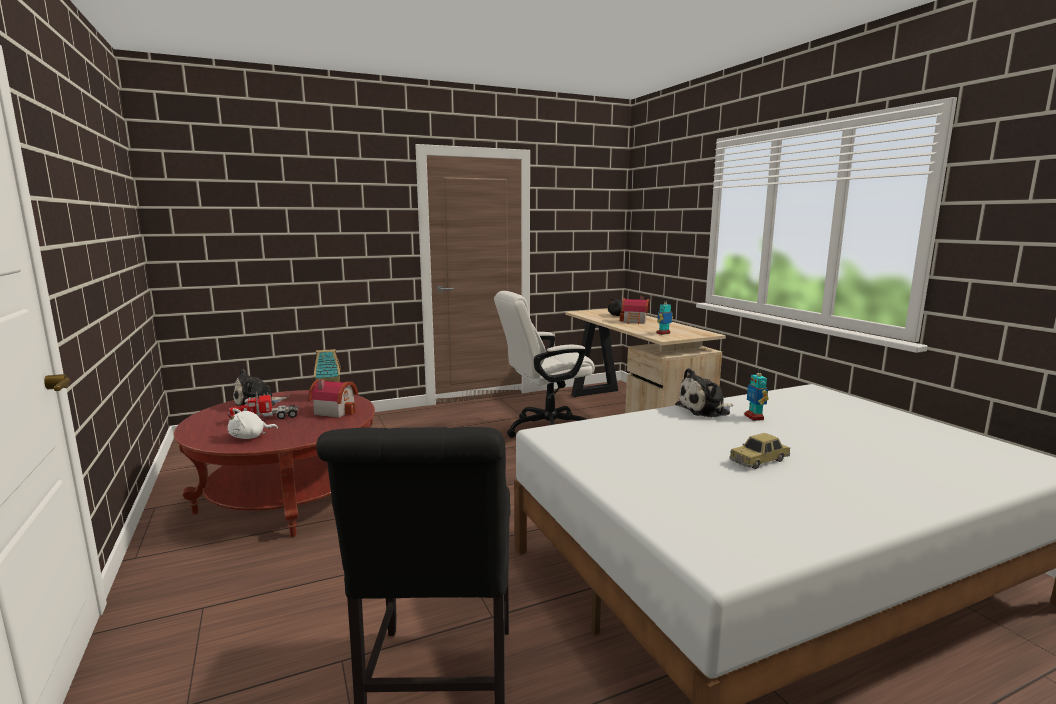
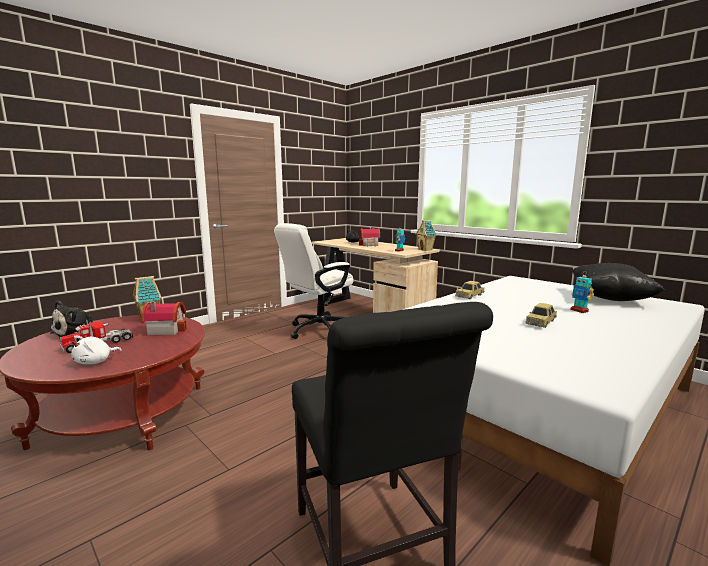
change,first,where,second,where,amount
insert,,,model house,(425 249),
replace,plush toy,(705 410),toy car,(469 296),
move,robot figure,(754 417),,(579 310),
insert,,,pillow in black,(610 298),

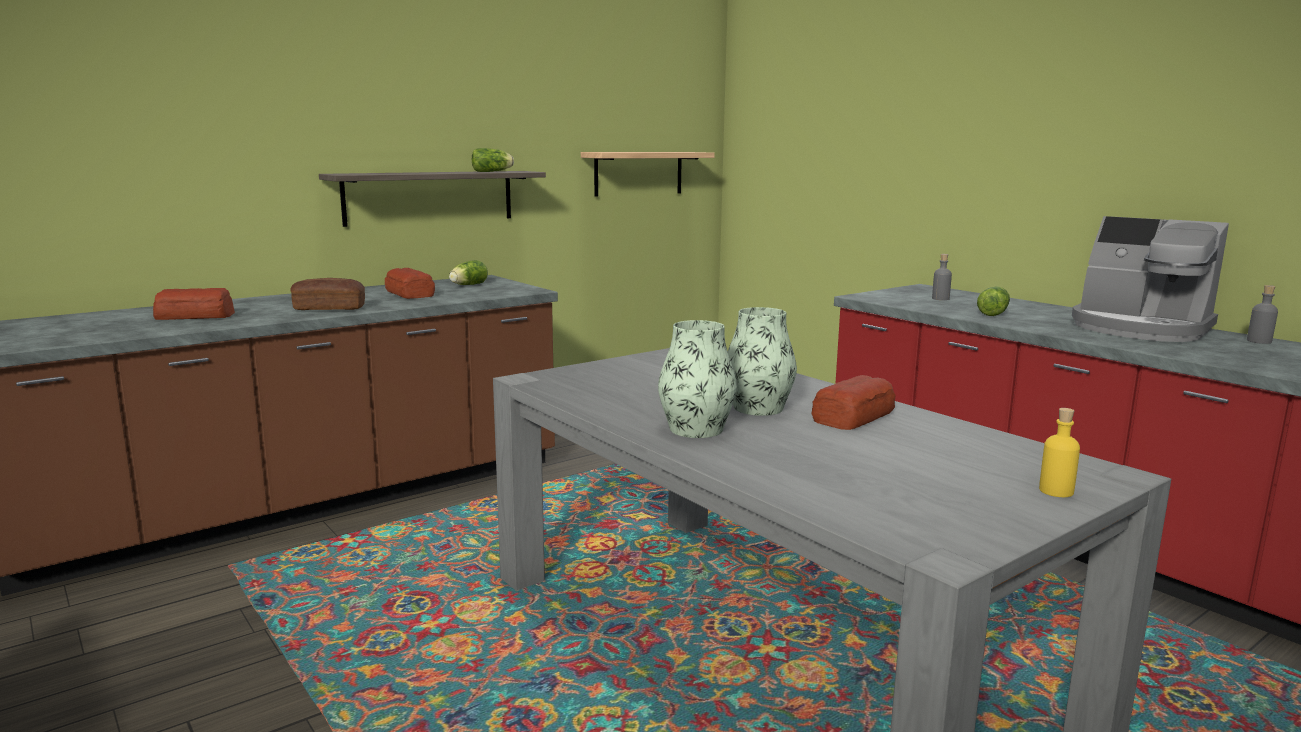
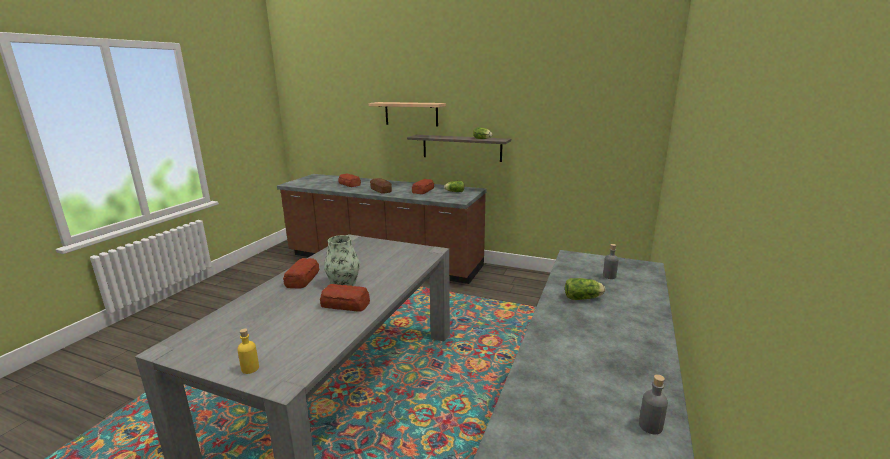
change,first,where,second,where,amount
replace,vase,(696 429),bakery bread,(303 278),
move,wall shelf,(638 173),,(411 114),
delete,coffee machine,(1140 328),,,

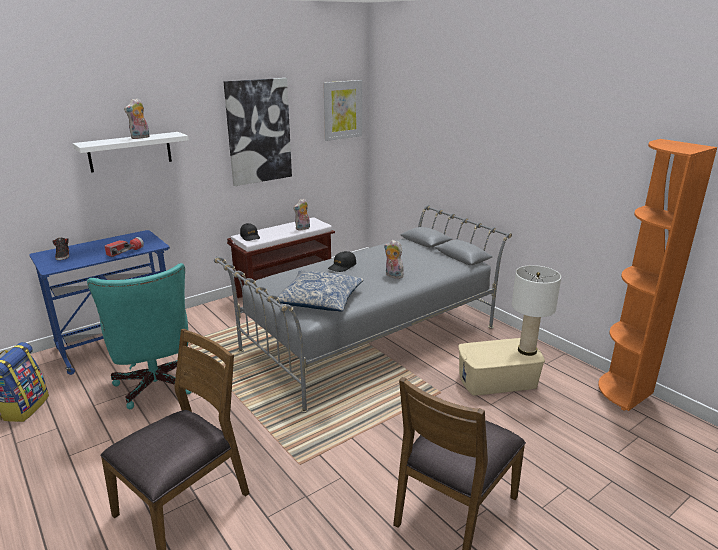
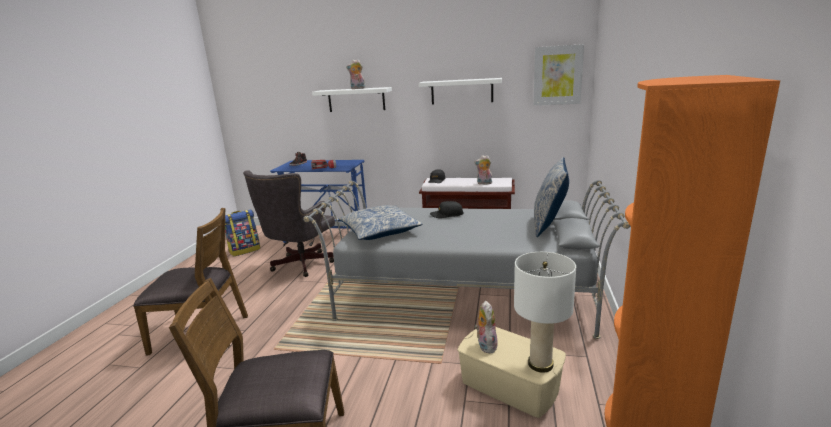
change,first,where,second,where,amount
recolor,computer chair in turquoise-coloured,(156 387),computer chair in greyish,(300 266),
replace,wall art,(258 131),wall shelf in whitish,(461 91),
move,plush toy,(393 275),,(485 345),
insert,,,pillow,(549 225),

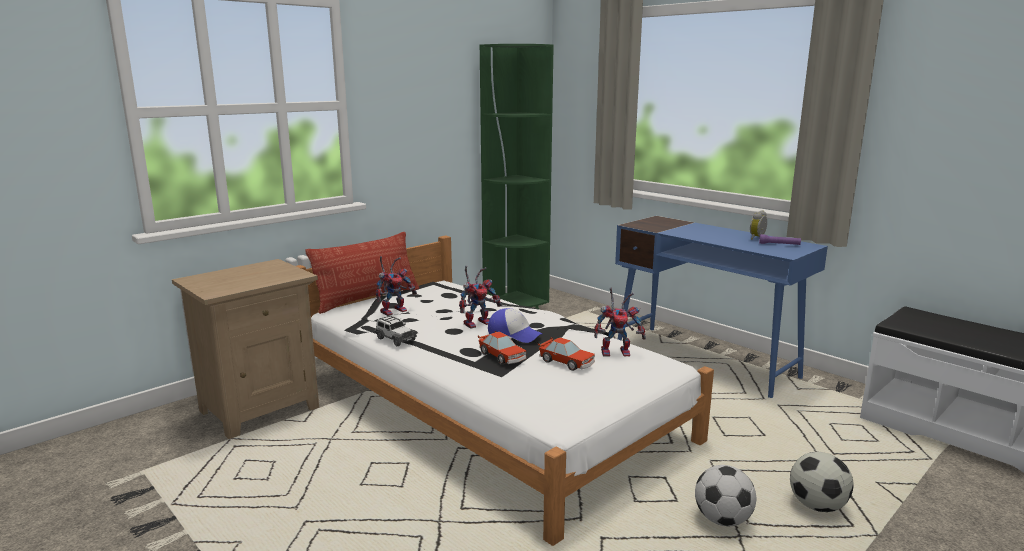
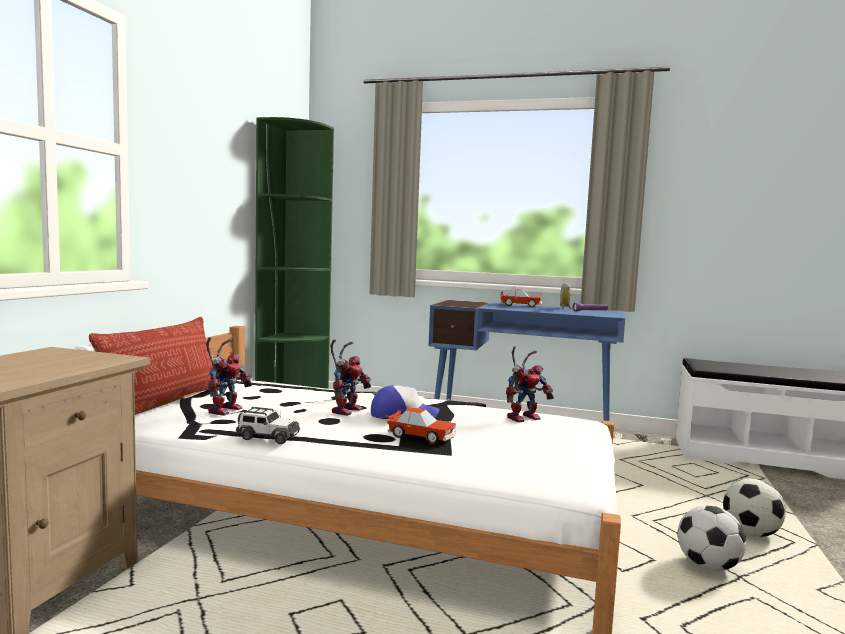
change,first,where,second,where,amount
move,toy car,(566 362),,(520 305),

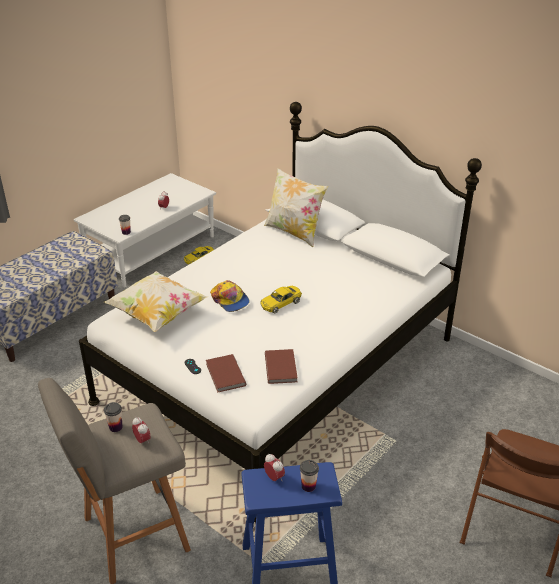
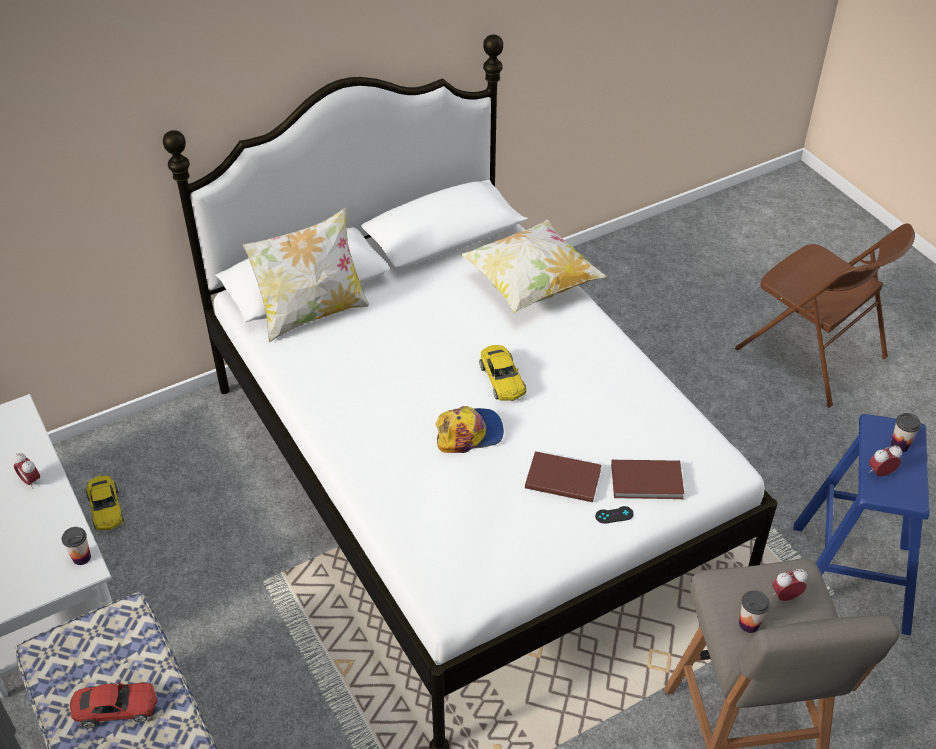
change,first,where,second,where,amount
insert,,,toy car in red,(116 708),
move,pillow,(157 315),,(531 285),
move,bound book in brown-coloured,(281 367),,(562 477),

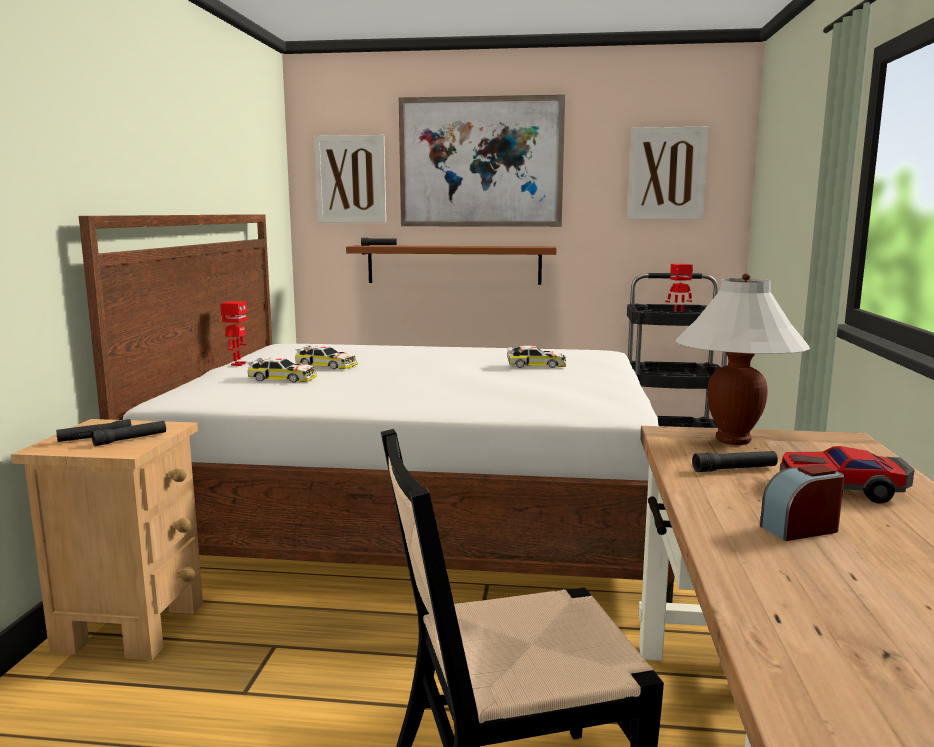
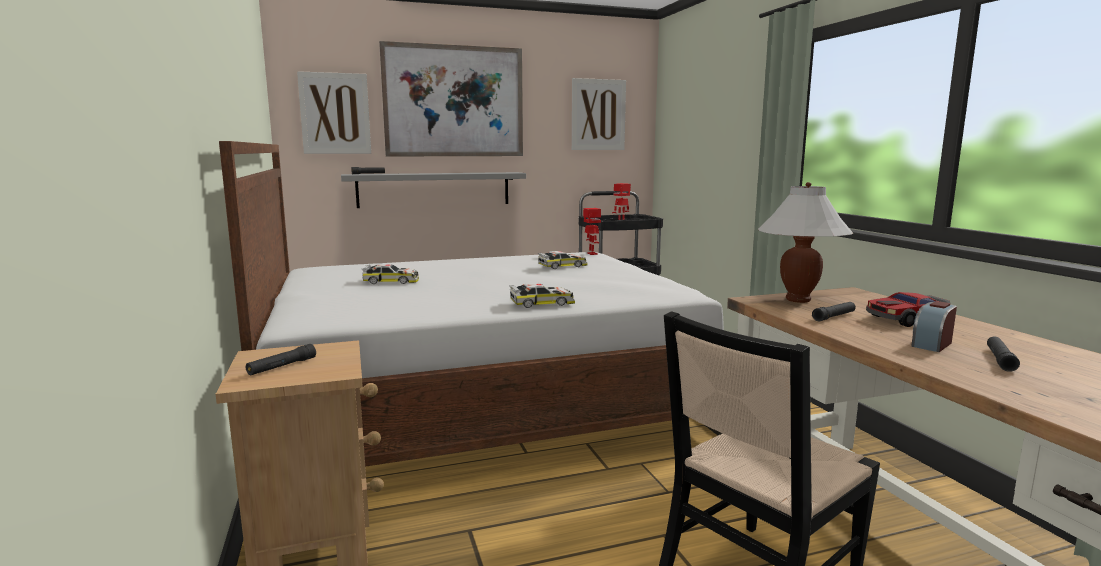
change,first,where,second,where,amount
recolor,wall shelf in brown-coloured,(454 264),wall shelf in greyish,(434 189),
move,toy car,(282 379),,(542 303),
move,robot figure,(237 364),,(591 254),
move,torch in black,(130 439),,(1000 360),

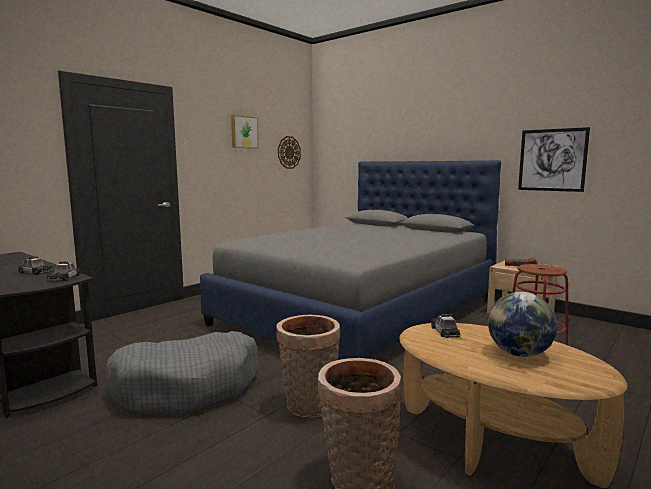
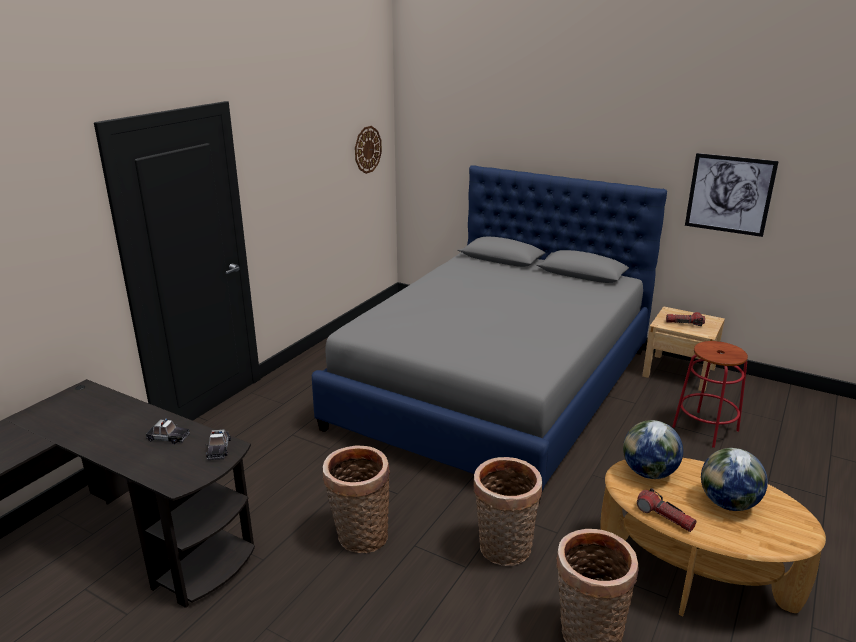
change,first,where,second,where,amount
replace,dog bed in greyish,(188 386),storage basket,(359 537),
replace,toy car,(445 331),globe,(648 473),
insert,,,torch,(664 517),
delete,wall art,(244 132),,,

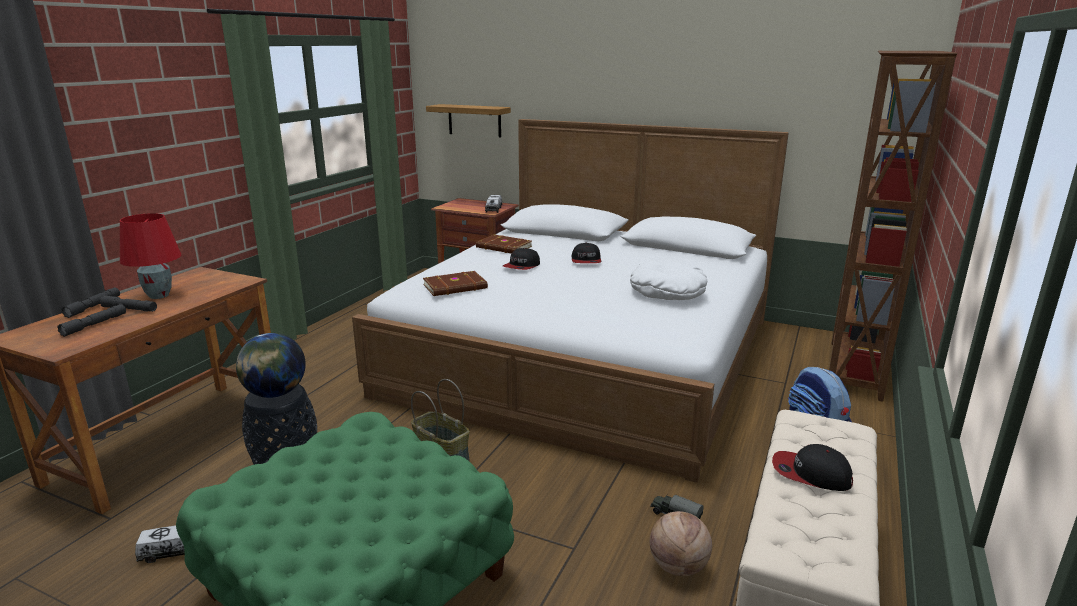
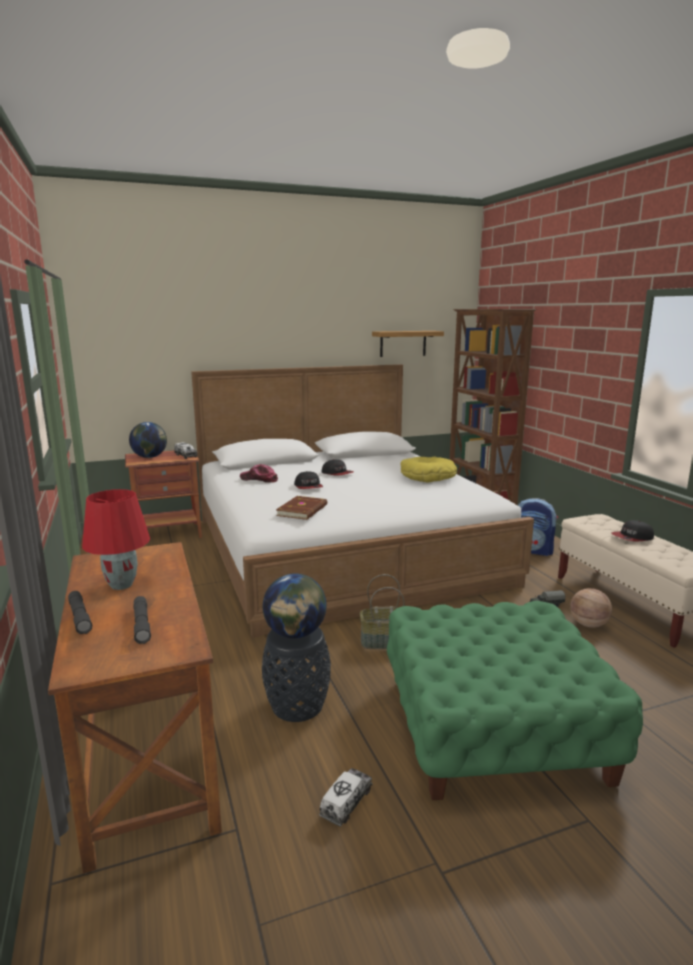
change,first,where,second,where,amount
insert,,,globe,(150 457),
replace,bound book in brown-coloured,(504 247),cap,(259 479),
move,wall shelf,(474 120),,(403 343),
recolor,pillow in whitish,(668 292),pillow in yellowish,(427 477),
delete,torch in greyish,(130 309),,,

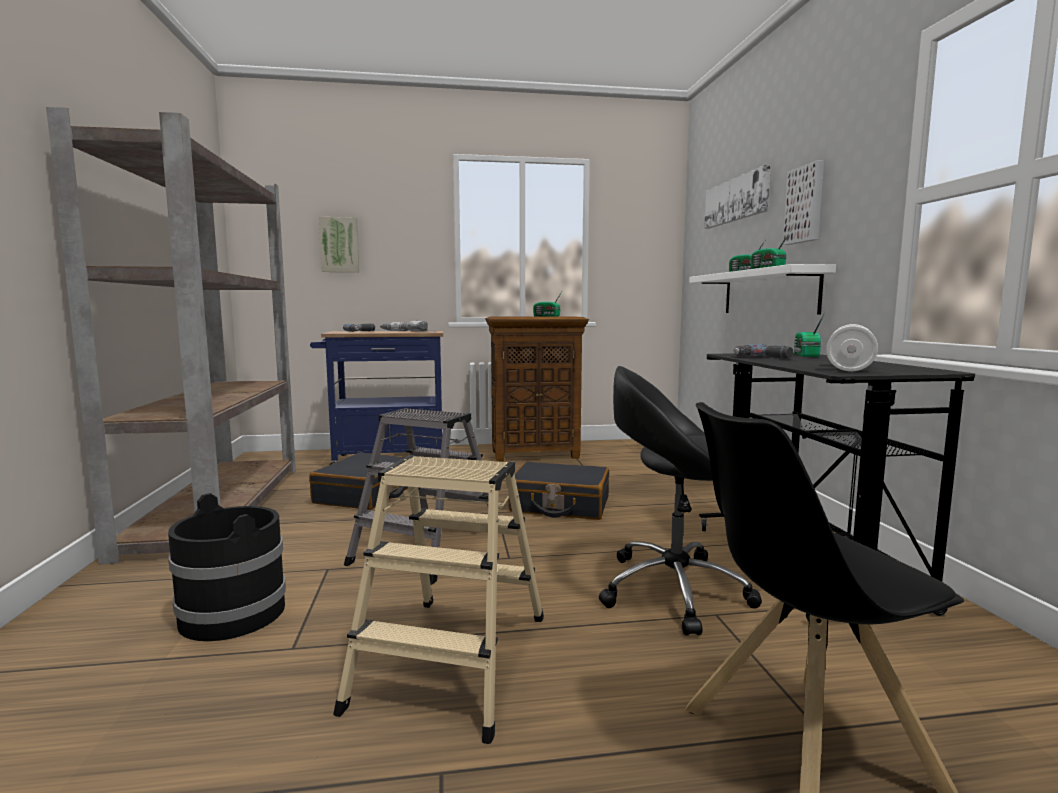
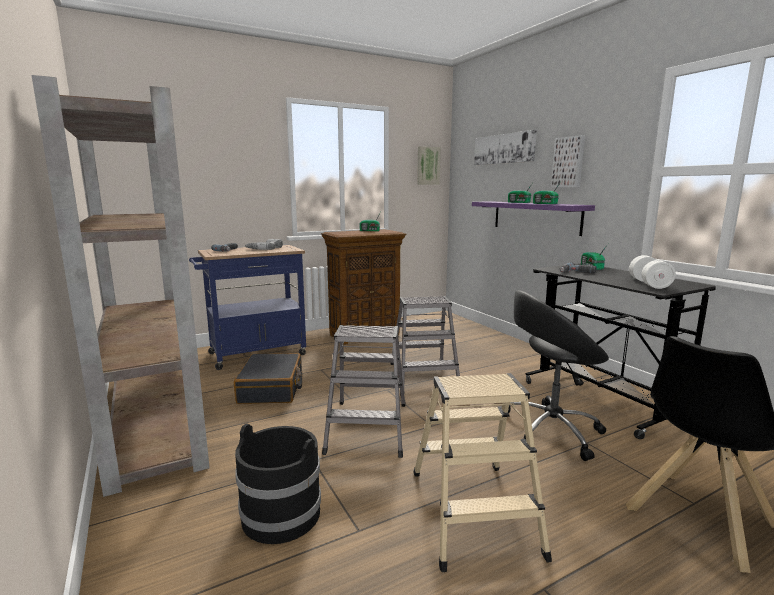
change,first,where,second,where,amount
replace,suitcase in black,(560 505),step stool in greyish,(423 377),
move,wall art,(339 245),,(428 166),
recolor,wall shelf in whitish,(768 292),wall shelf in purplish,(535 217),

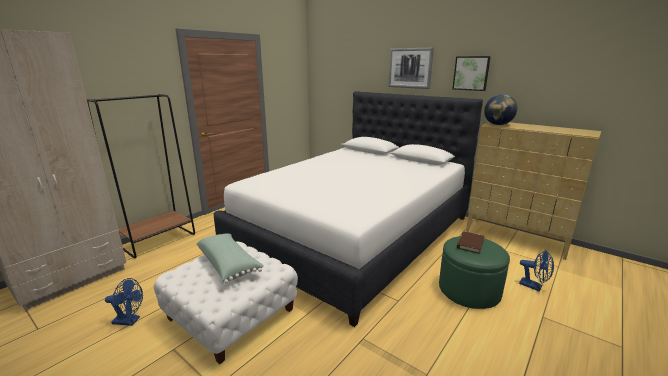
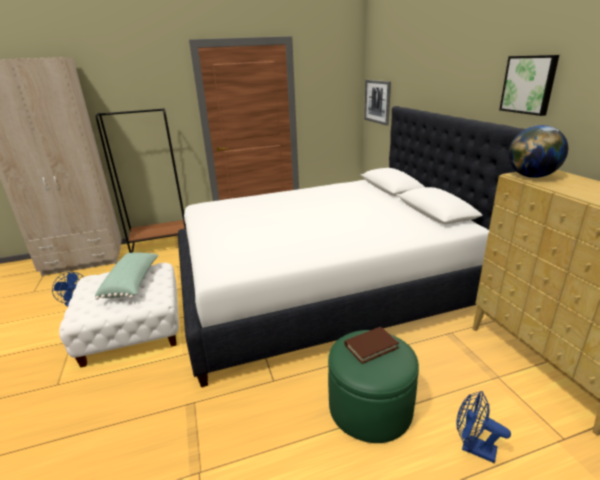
change,first,where,second,where,amount
move,wall art,(410 68),,(377 101),
rotate,fan in bluish,(534 286),,(473 447),135 degrees clockwise

